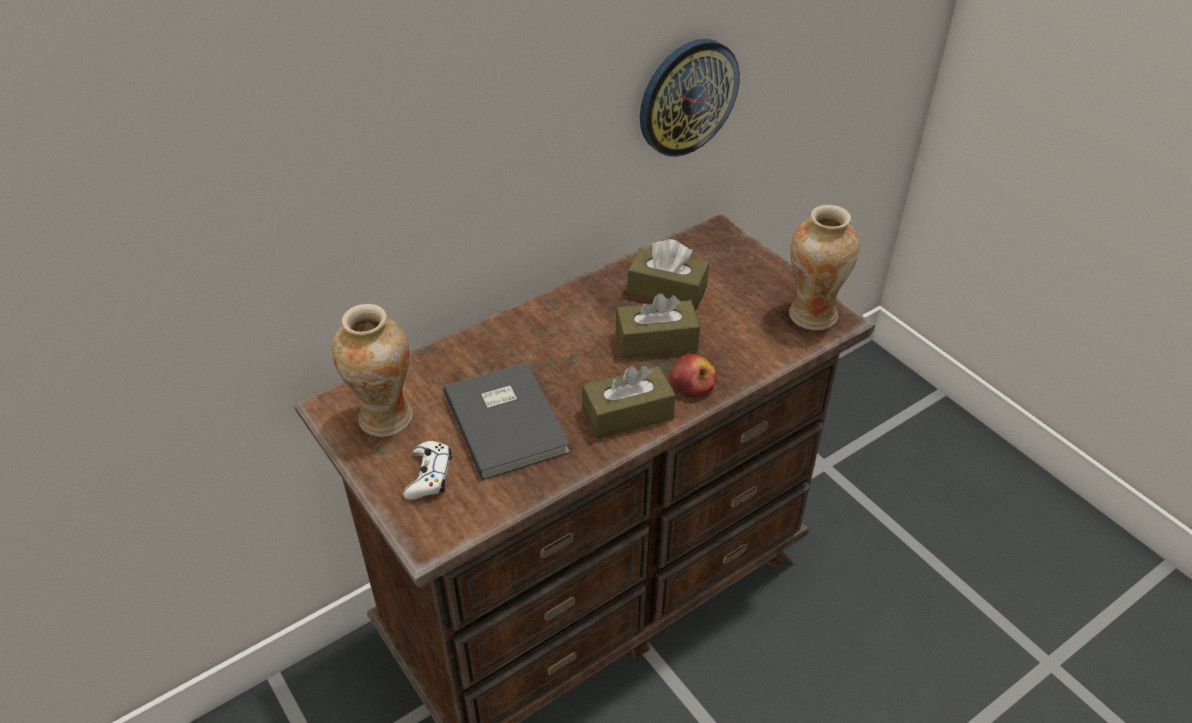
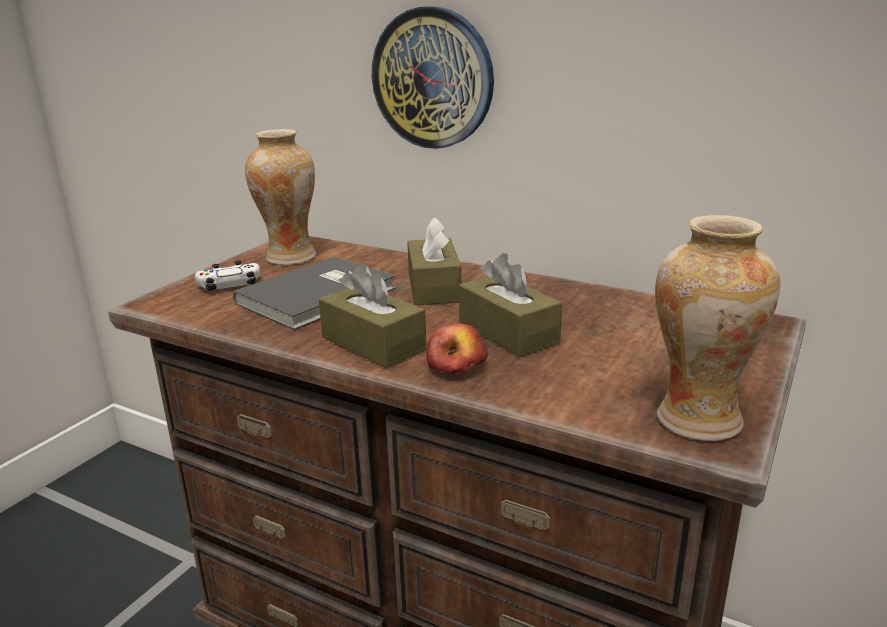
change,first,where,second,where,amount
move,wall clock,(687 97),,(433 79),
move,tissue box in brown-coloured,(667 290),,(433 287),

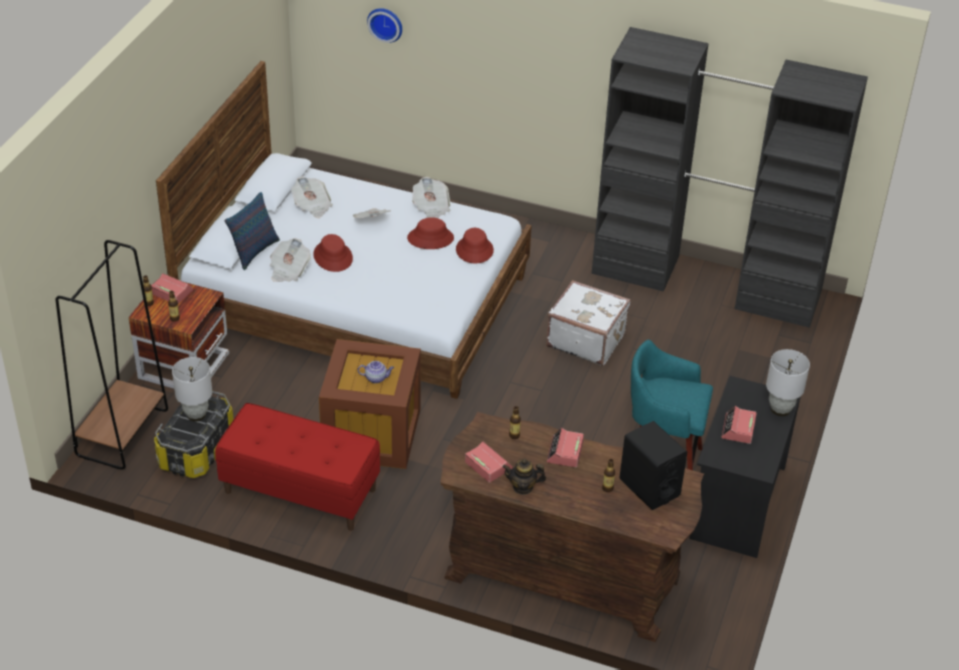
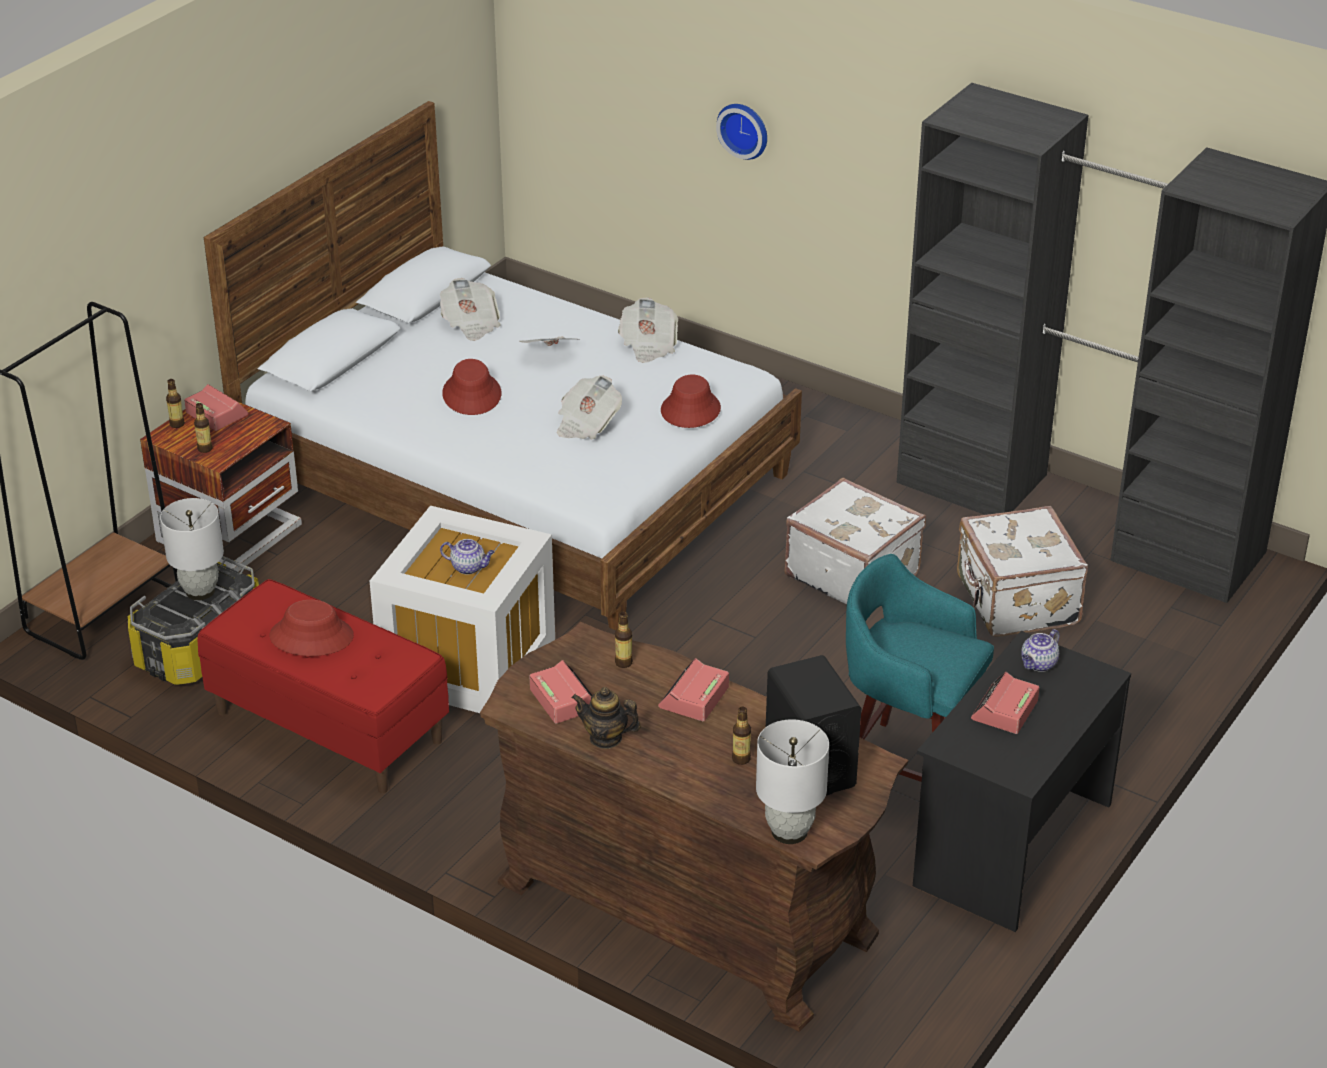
change,first,where,second,where,amount
move,hat in red,(430 238),,(311 636),
recolor,storage box in brown-coloured,(373 433),storage box in whitish,(471 661),
move,printed paper,(288 270),,(587 424),
move,wall clock,(386 23),,(744 129),
move,table lamp in whitish,(780 409),,(789 831),
insert,,,suitcase in whitish,(1015 602),
insert,,,pot for tea,(1038 664),
delete,pillow in bluish,(255 252),,,

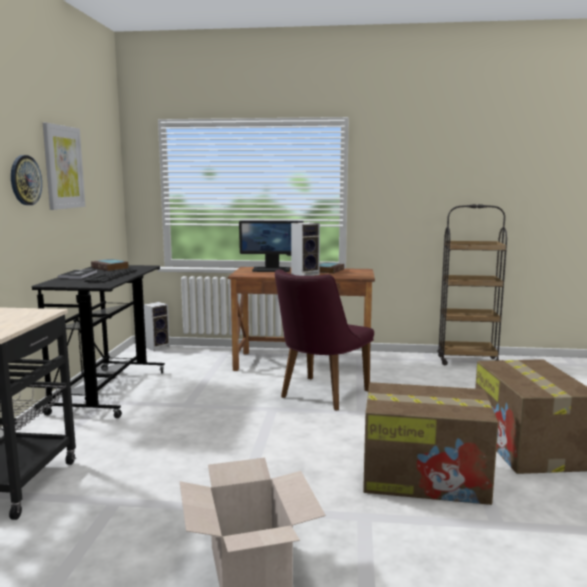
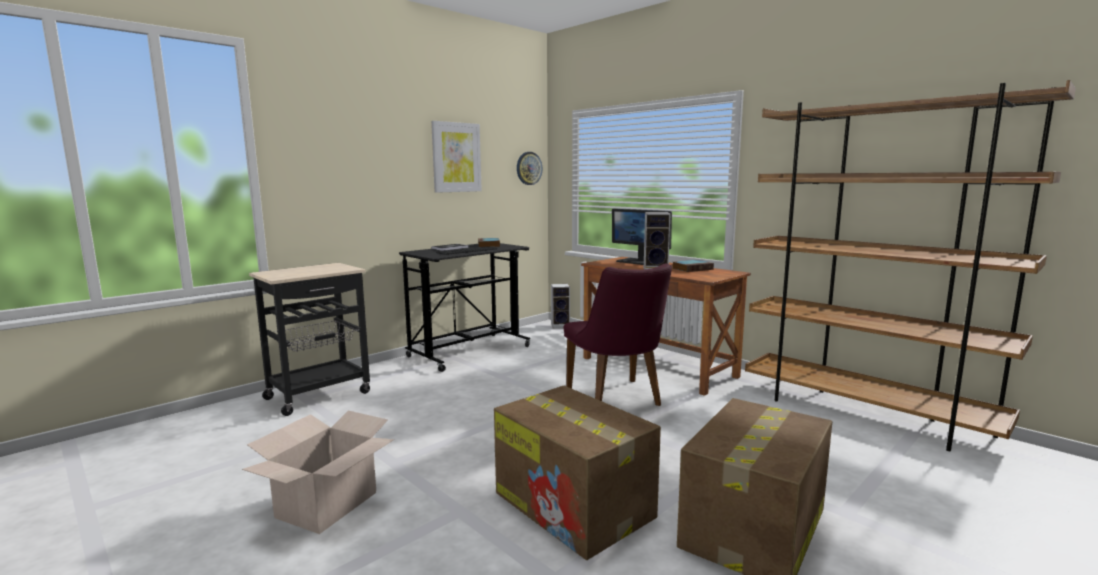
change,first,where,second,where,amount
move,wall clock,(25 180),,(528 168),
rotate,plain chair in purplish,(319 396),,(617 400),90 degrees counterclockwise
replace,cart in brown-coloured,(467 361),bookcase in brown-coloured,(865 414),

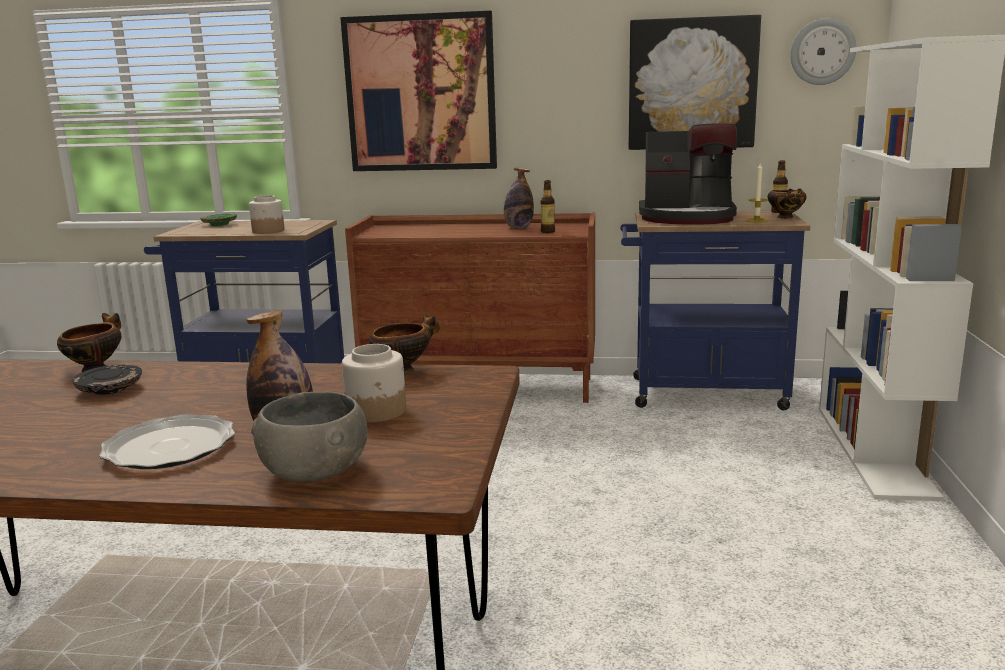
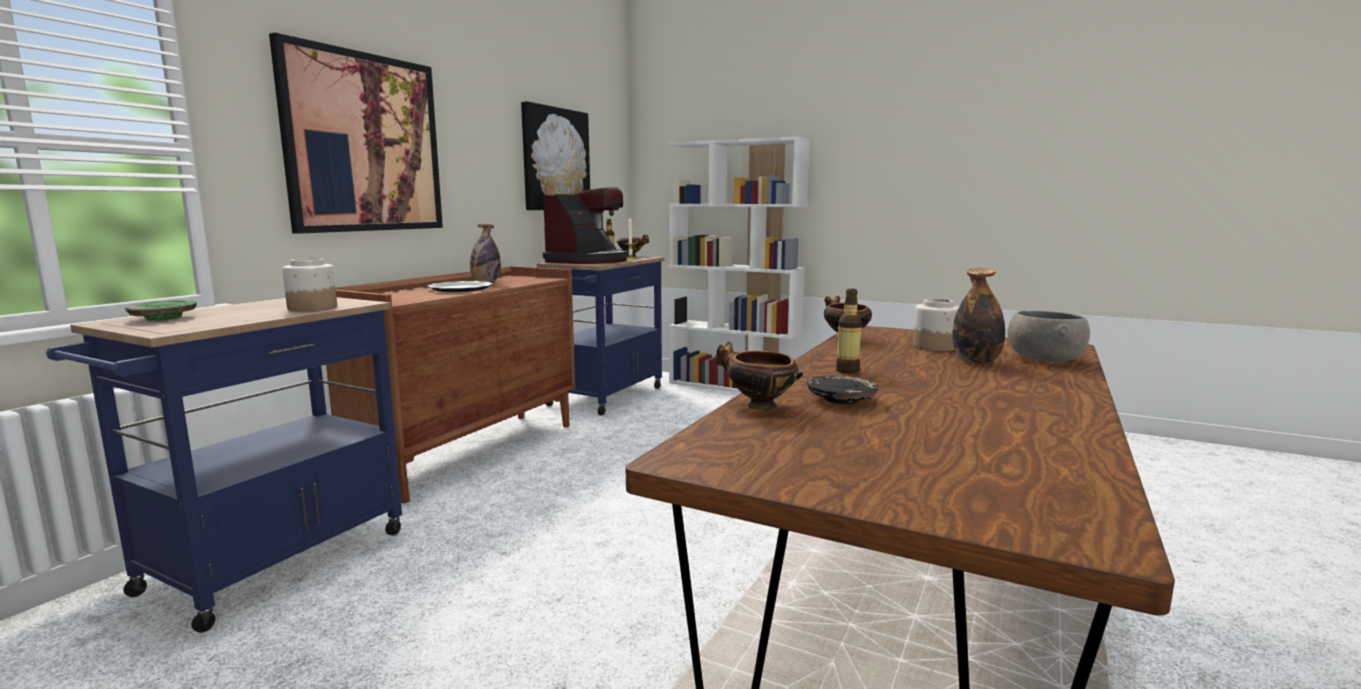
change,first,where,second,where,amount
move,plate,(170 447),,(460 289),
move,beverage bottle,(548 232),,(847 371),
delete,wall clock,(822 52),,,

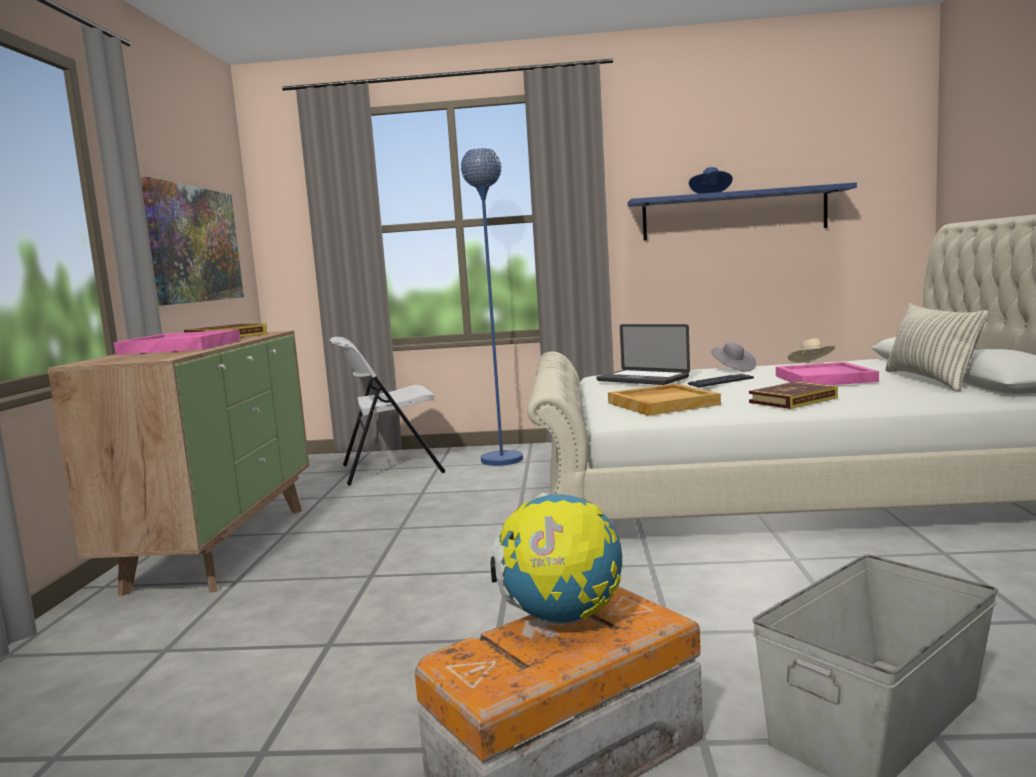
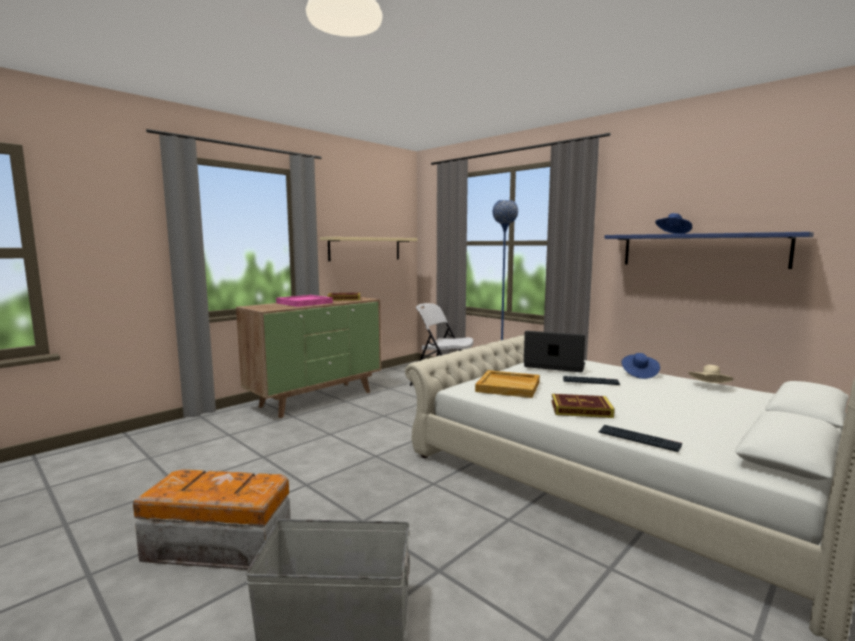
change,first,where,second,where,amount
replace,wall art,(195 244),wall shelf in beige-coloured,(365 249),
rotate,notebook computer,(642 379),,(554 366),120 degrees clockwise
insert,,,PC keyboard,(638 439),
recolor,hat in greyish,(733 369),hat in bluish,(639 374),
delete,globe,(561 618),,,
delete,carrying tray in pink-coloured,(825 379),,,
delete,pillow,(929 380),,,

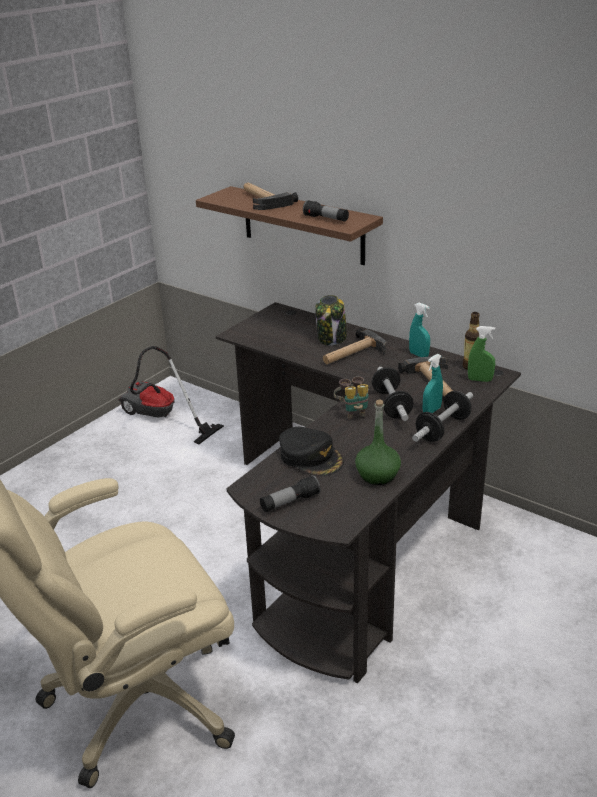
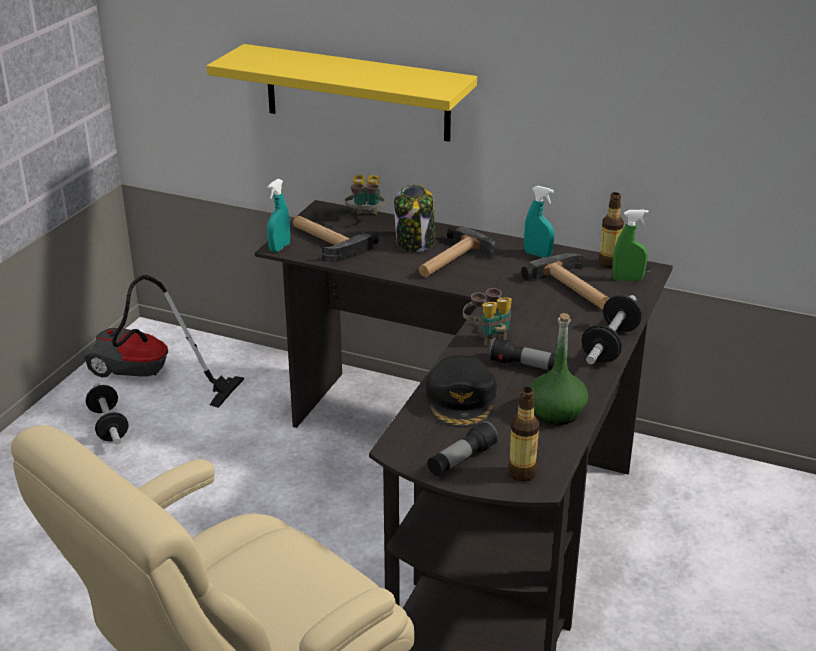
change,first,where,second,where,amount
move,hand weight,(391 405),,(108 425),
recolor,wall shelf in brown-coloured,(303 225),wall shelf in yellowish,(357 93),
move,sprayer in turquoise-coloured,(431 411),,(279 247),
move,hammer,(262 199),,(326 241),
insert,,,pair of binoculars,(365 218),
rotate,cap in black,(311 457),,(461 399),60 degrees clockwise
move,torch,(326 219),,(525 366),
insert,,,beverage bottle,(522 473),

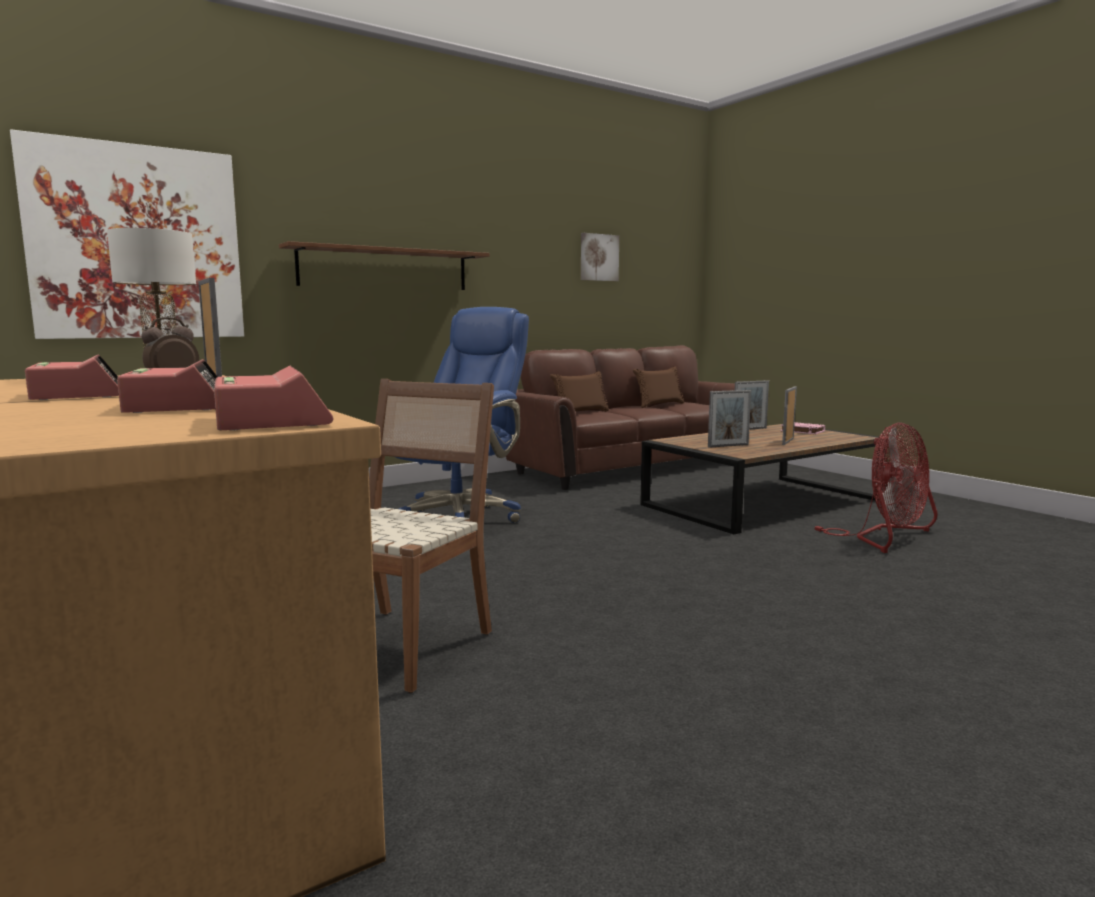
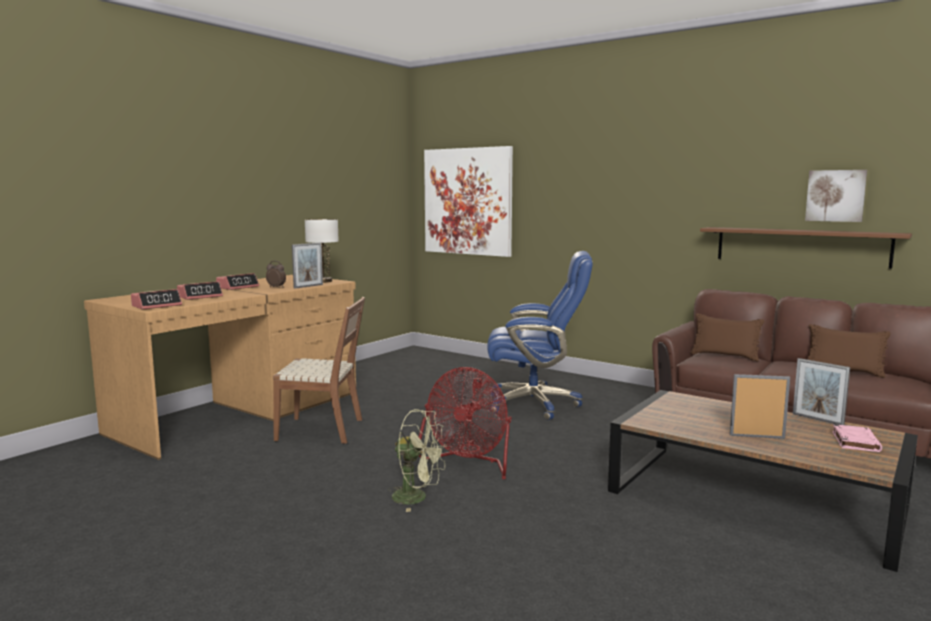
change,first,where,second,where,amount
insert,,,fan in green,(417 498),
move,fan in red,(882 537),,(467 462),
move,wall shelf in brown-coloured,(385 269),,(800 246),
delete,photo frame,(728 446),,,

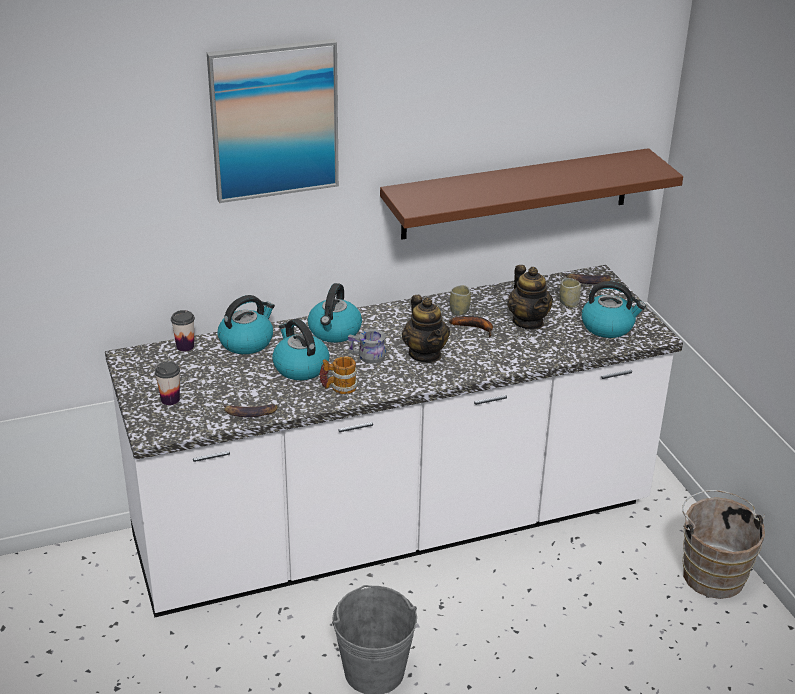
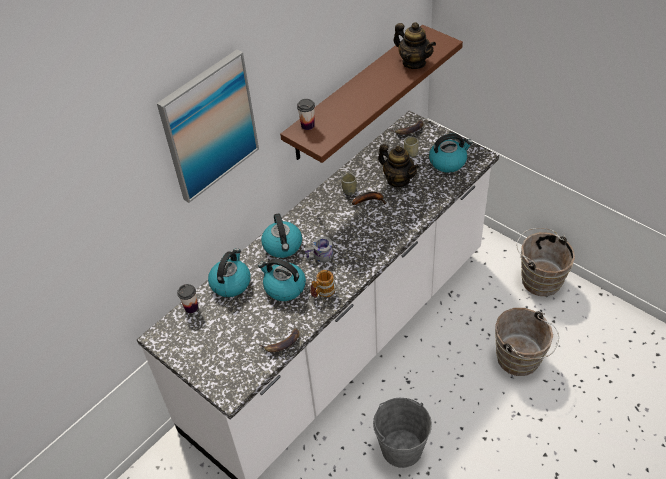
change,first,where,second,where,amount
move,drinking cup,(170 399),,(307 125),
move,pot for tea,(425 354),,(414 62),
insert,,,pail in brown-coloured,(521 360),

